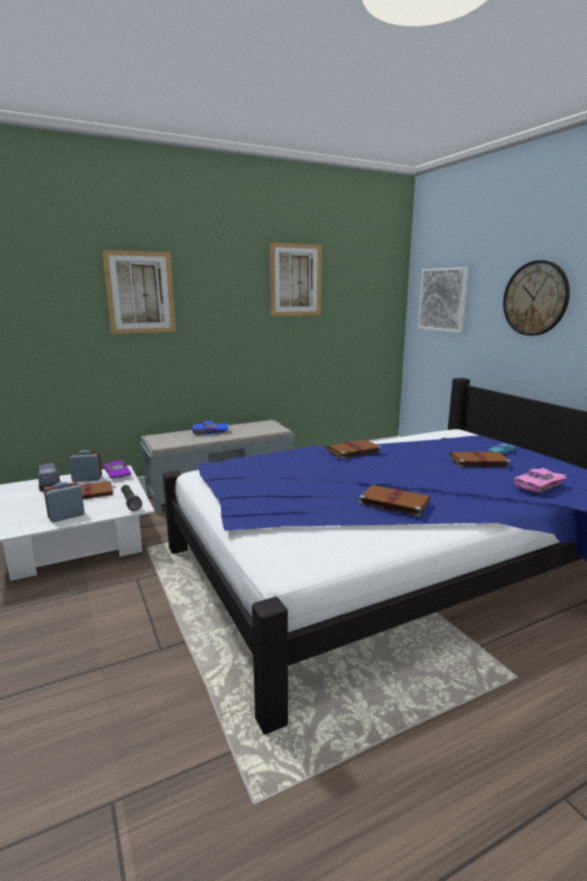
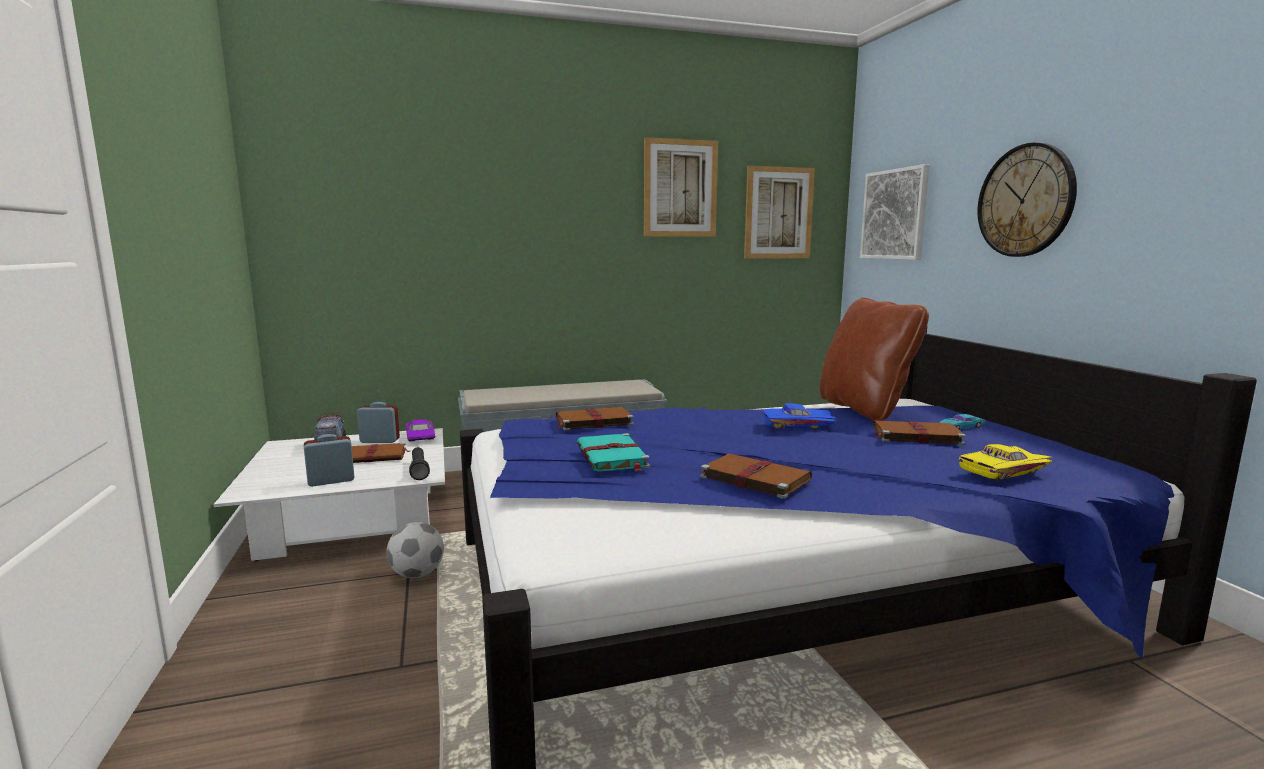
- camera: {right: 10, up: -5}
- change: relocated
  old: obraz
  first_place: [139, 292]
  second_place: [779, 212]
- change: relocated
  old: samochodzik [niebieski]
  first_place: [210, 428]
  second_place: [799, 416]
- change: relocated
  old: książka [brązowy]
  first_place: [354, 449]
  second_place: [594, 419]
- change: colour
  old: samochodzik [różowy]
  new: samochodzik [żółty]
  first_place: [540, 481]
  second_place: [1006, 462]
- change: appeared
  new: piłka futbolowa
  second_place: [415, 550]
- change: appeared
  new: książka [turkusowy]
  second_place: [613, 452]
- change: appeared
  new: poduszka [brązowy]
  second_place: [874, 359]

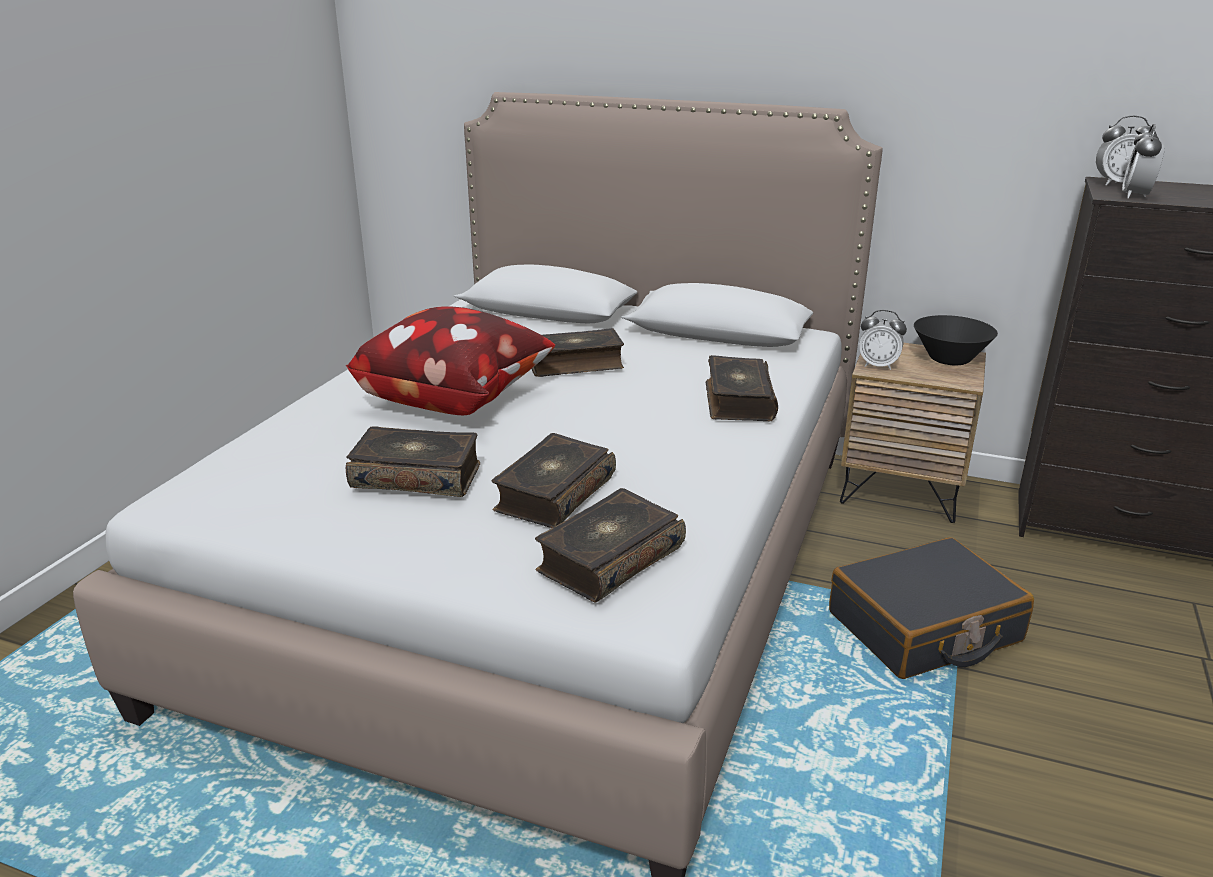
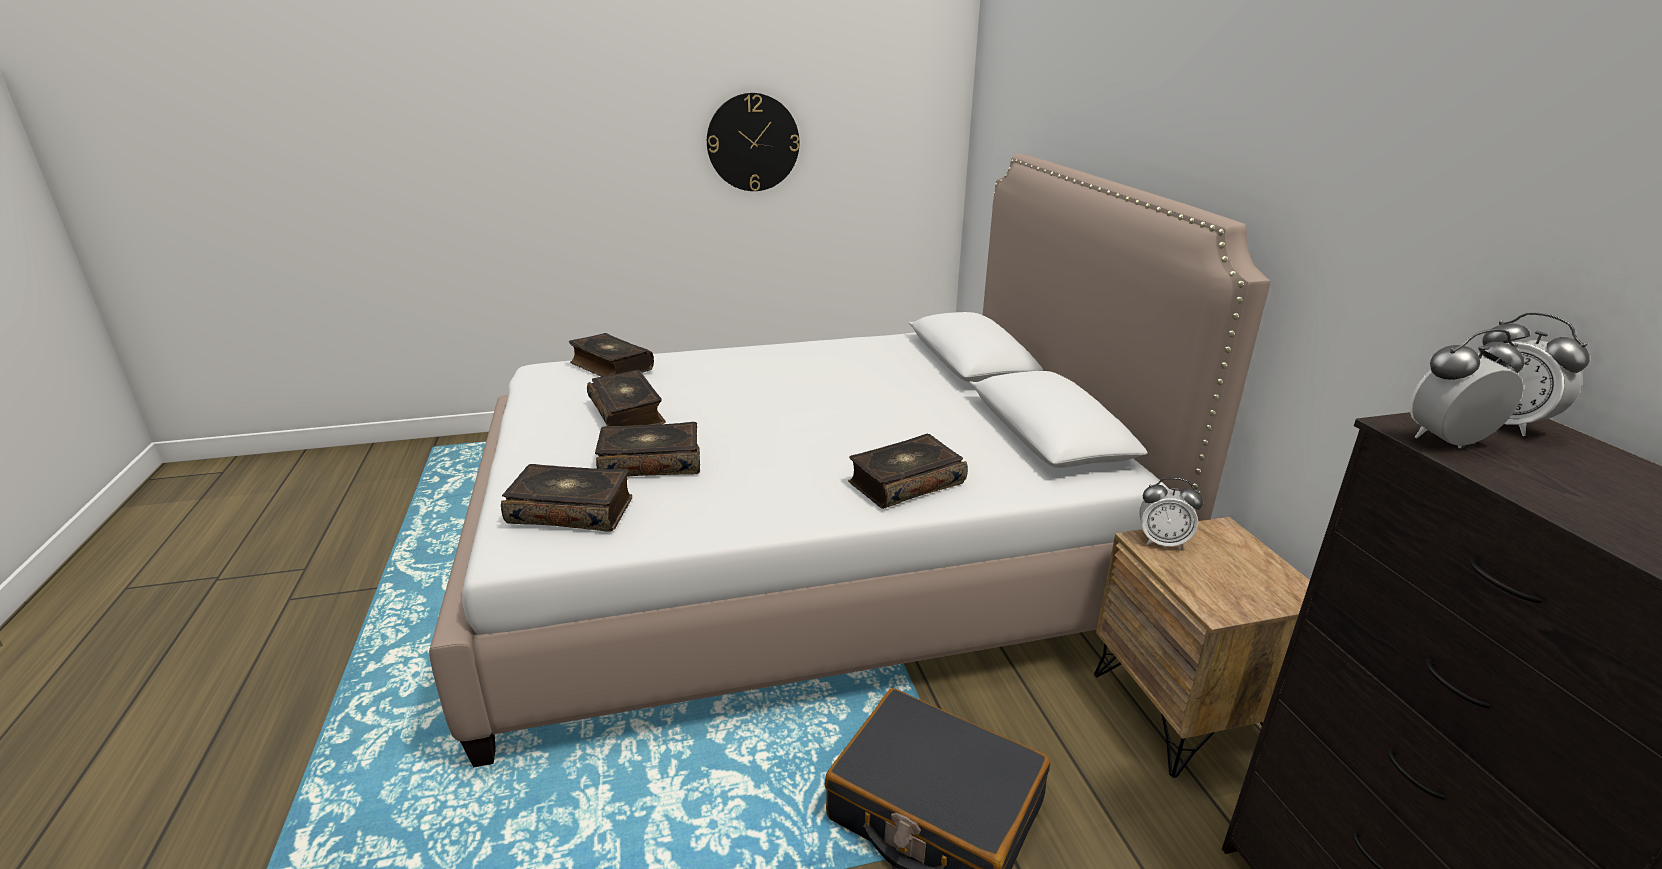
- camera: {right: 55, up: 0}
- change: missing
  old: poduszka
  first_place: [450, 360]
- change: relocated
  old: książka
  first_place: [578, 352]
  second_place: [611, 355]
- change: spun
  old: budzik
  first_place: [883, 340]
  second_place: [1171, 514]
  degrees: -60
- change: missing
  old: miska [czarny]
  first_place: [956, 340]
- change: appeared
  new: zegar ścienny
  second_place: [753, 142]

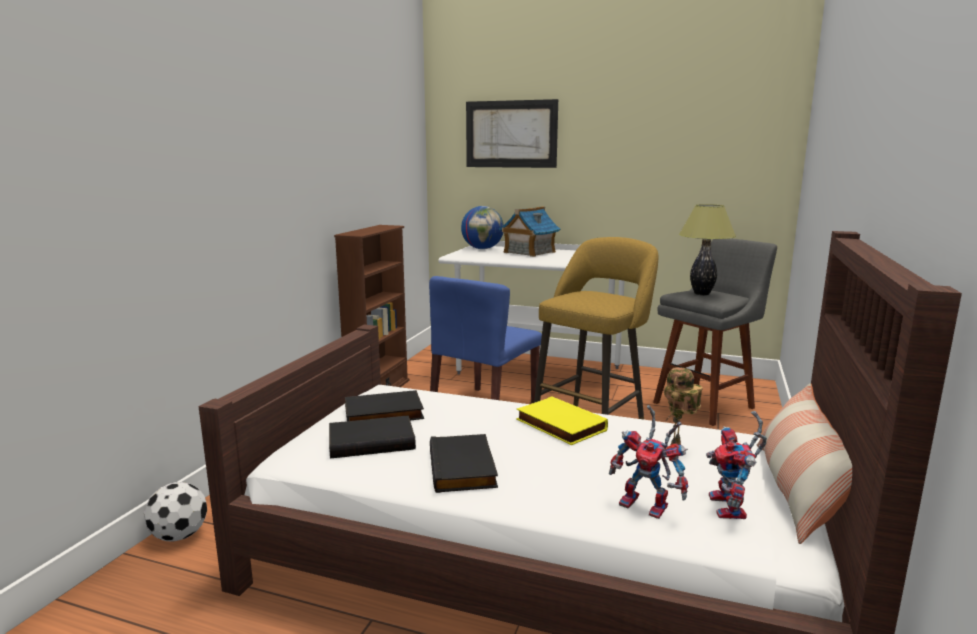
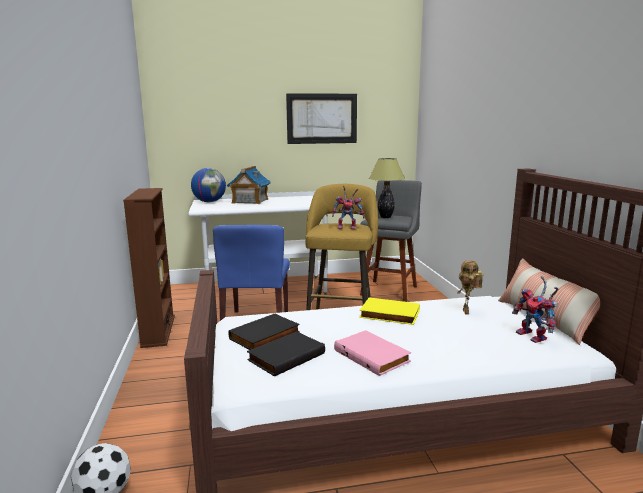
- camera: {right: -30, up: 0}
- change: colour
  old: książka [czarny]
  new: książka [różowy]
  first_place: [464, 463]
  second_place: [372, 353]
- change: relocated
  old: obraz
  first_place: [512, 133]
  second_place: [321, 118]
- change: relocated
  old: robot zabawkowy
  first_place: [649, 462]
  second_place: [348, 207]

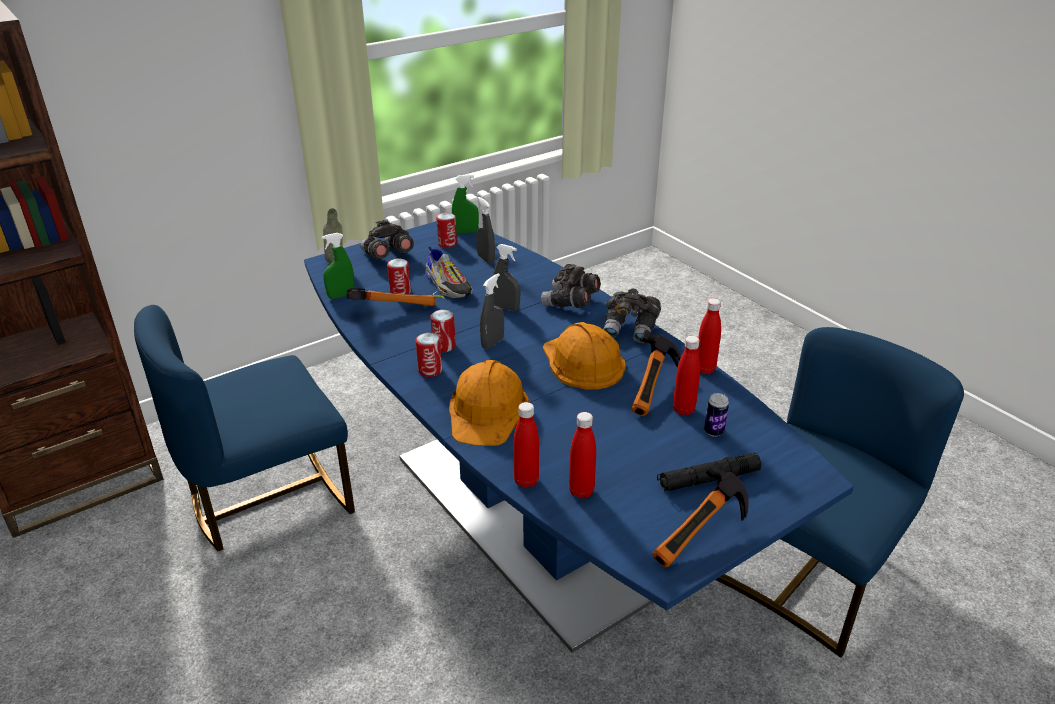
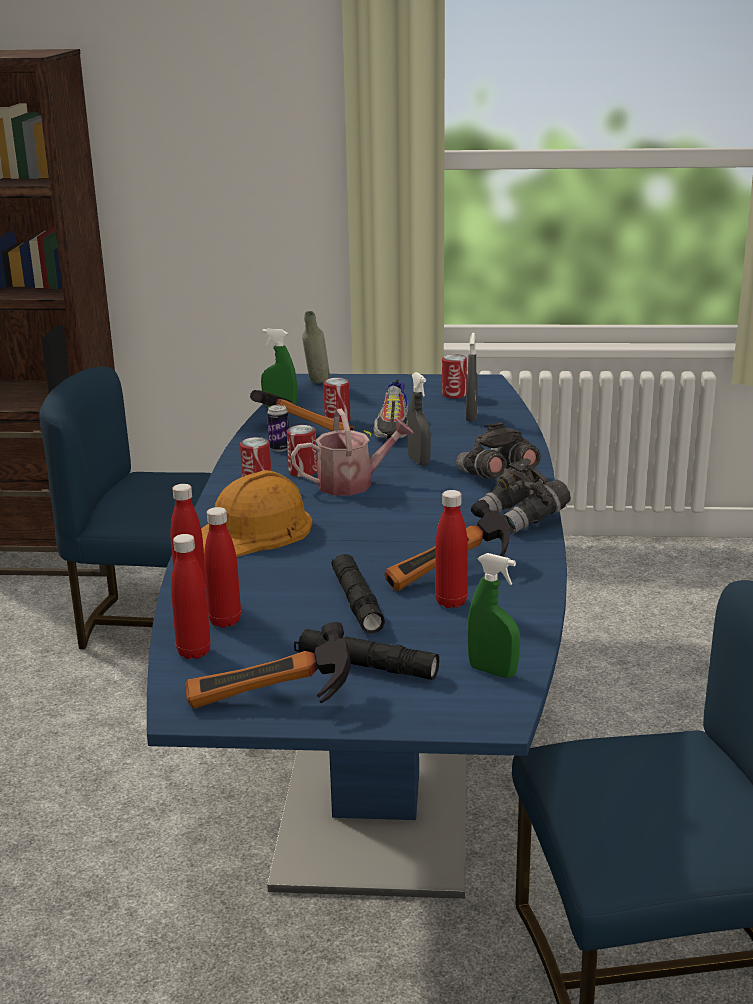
- camera: {right: 40, up: -10}
- change: missing
  old: lornetka [szary]
  first_place: [387, 239]
- change: relocated
  old: spryskiwacz [zielony]
  first_place: [465, 204]
  second_place: [493, 615]
- change: exchanged
  old: spryskiwacz [szary]
  new: konewka
  first_place: [492, 311]
  second_place: [352, 452]
- change: missing
  old: kask [pomarańczowy]
  first_place: [584, 356]
- change: relocated
  old: butelka [czerwony]
  first_place: [709, 336]
  second_place: [191, 596]
- change: relocated
  old: puszka
  first_place: [716, 415]
  second_place: [278, 428]
- change: appeared
  new: latarka [czarny]
  second_place: [358, 594]

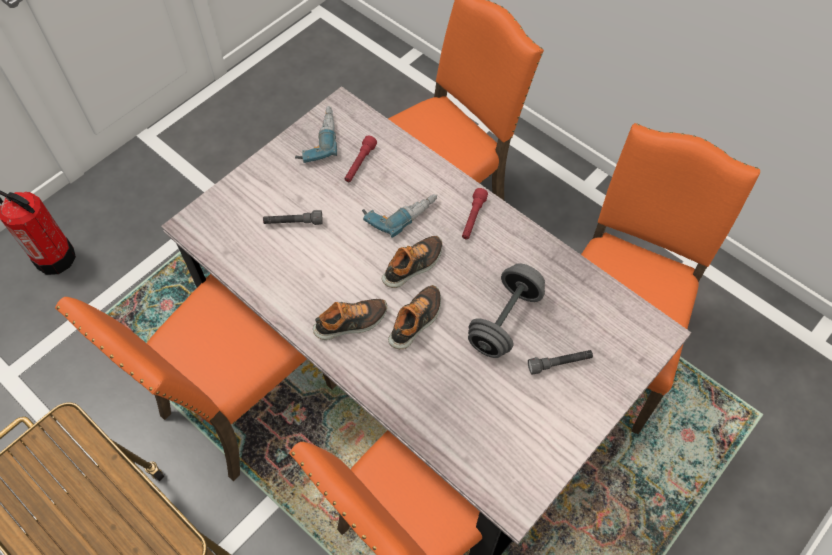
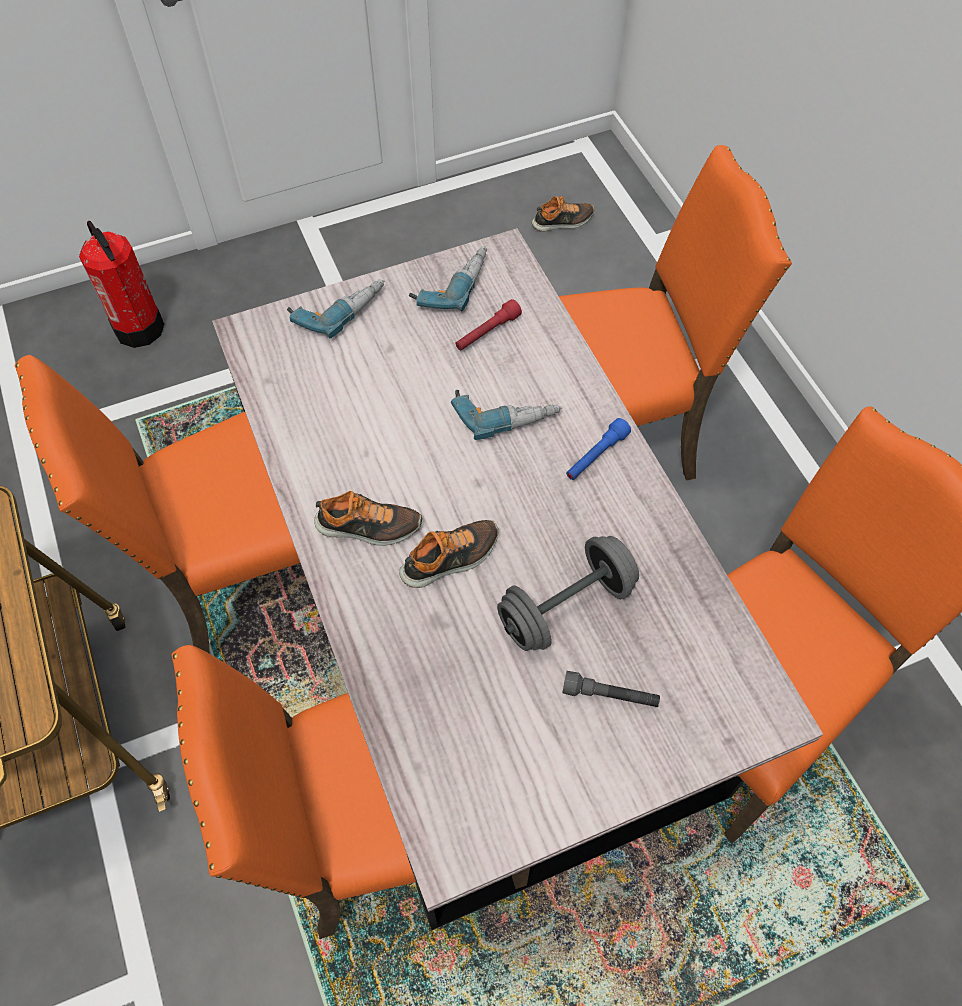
- camera: {right: 25, up: 0}
- change: missing
  old: latarka [szary]
  first_place: [293, 217]
- change: relocated
  old: but
  first_place: [412, 262]
  second_place: [563, 214]
- change: colour
  old: latarka [czerwony]
  new: latarka [niebieski]
  first_place: [475, 213]
  second_place: [598, 449]
- change: appeared
  new: wiertarka
  second_place: [335, 309]

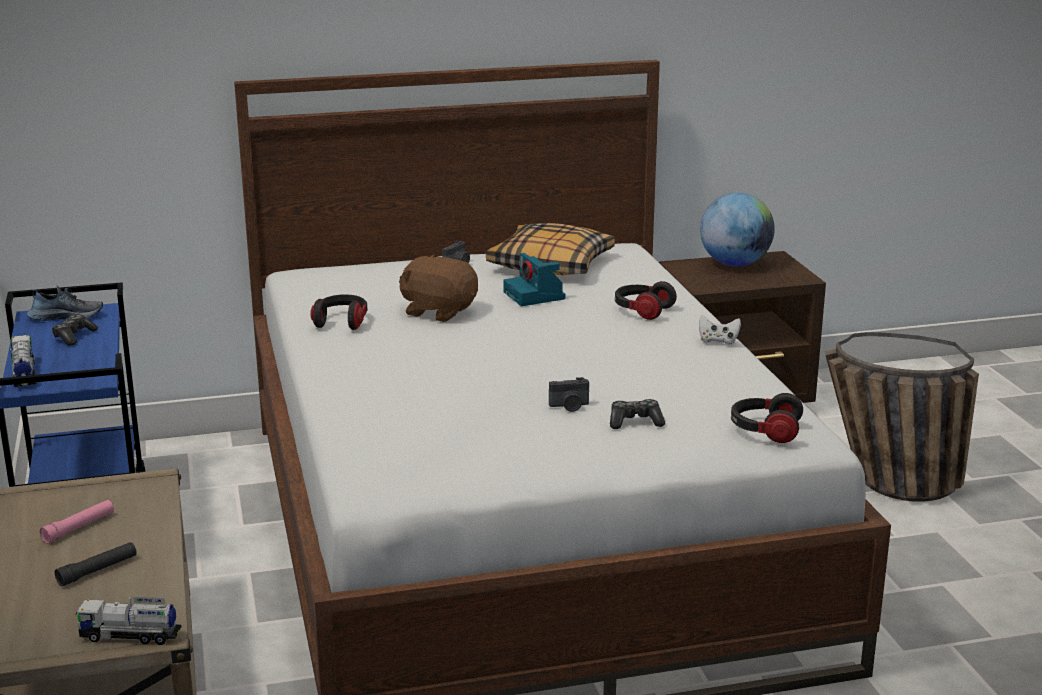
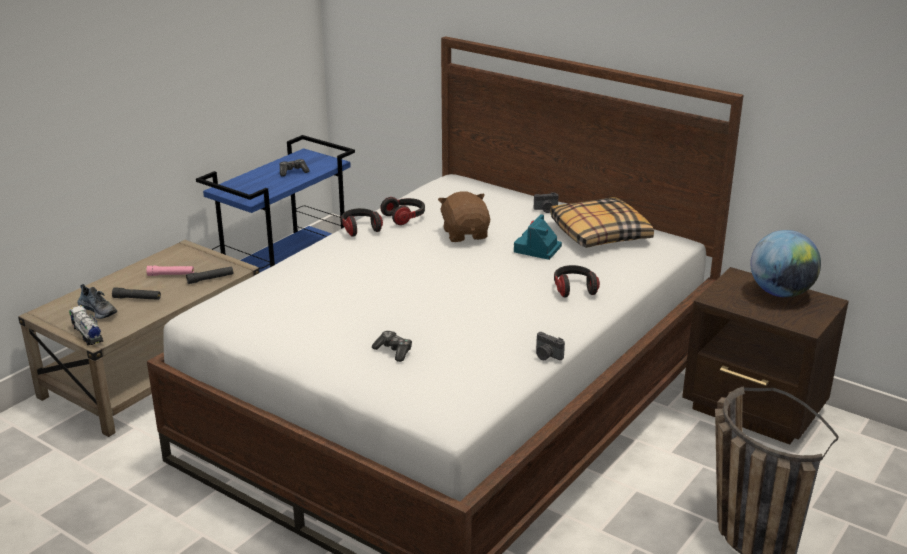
- camera: {right: 50, up: 5}
- change: missing
  old: ciężarówka zabawkowa
  first_place: [23, 361]
- change: relocated
  old: but
  first_place: [65, 303]
  second_place: [97, 301]
- change: relocated
  old: aparat fotograficzny
  first_place: [569, 394]
  second_place: [550, 346]
- change: missing
  old: pad do gier [biały]
  first_place: [720, 329]
- change: relocated
  old: słuchawki
  first_place: [767, 418]
  second_place: [362, 222]
- change: appeared
  new: latarka [czarny]
  second_place: [209, 275]

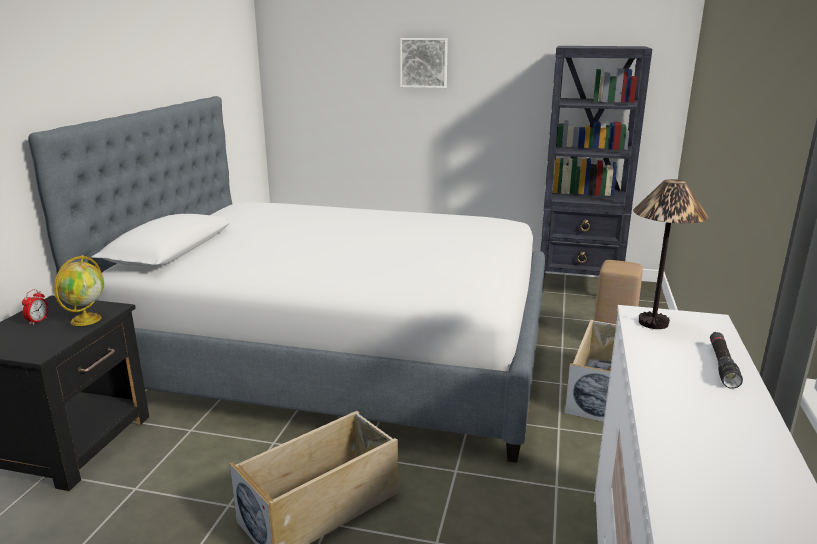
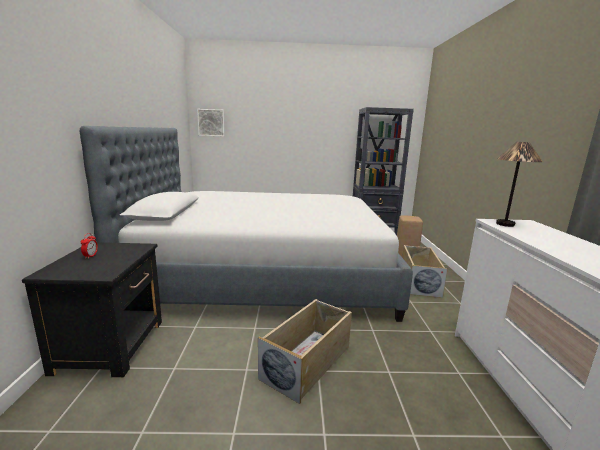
- camera: {right: -15, up: -5}
- change: missing
  old: globus
  first_place: [79, 290]
- change: relocated
  old: obraz
  first_place: [424, 63]
  second_place: [211, 122]
- change: missing
  old: latarka [czarny]
  first_place: [726, 360]

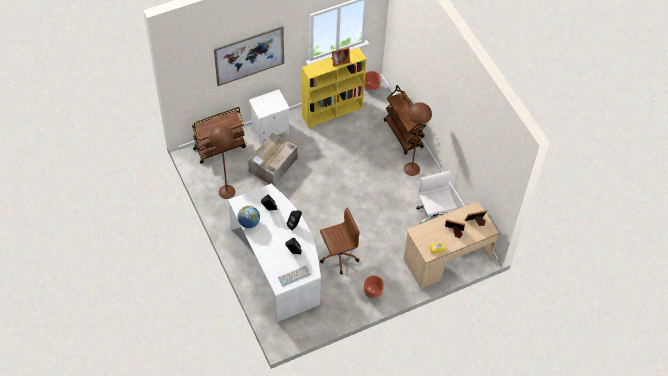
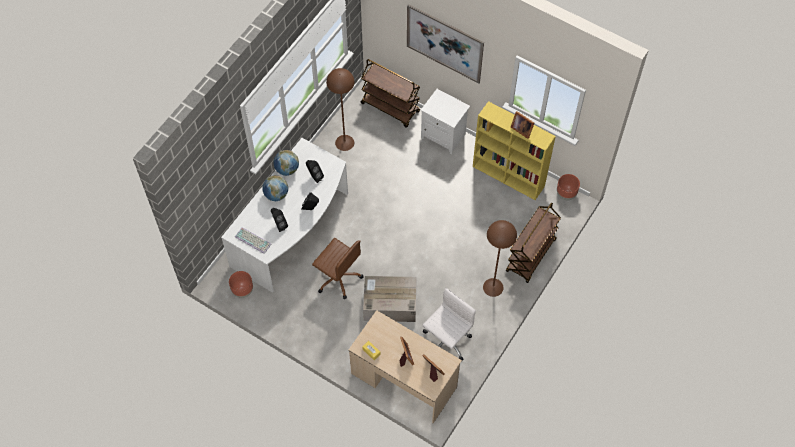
- camera: {right: 60, up: 5}
- change: relocated
  old: karton
  first_place: [272, 159]
  second_place: [390, 299]
- change: relocated
  old: donica [brązowy]
  first_place: [374, 288]
  second_place: [241, 284]
- change: appeared
  new: globus
  second_place: [275, 188]

